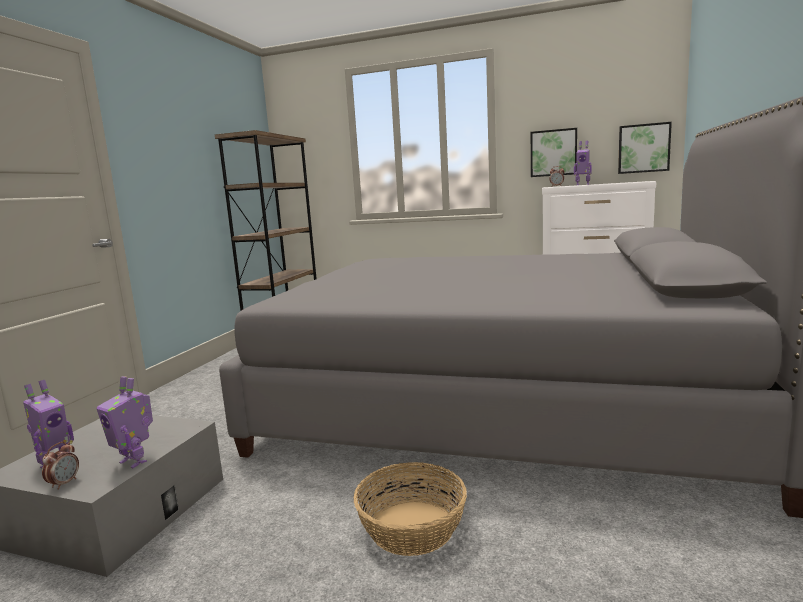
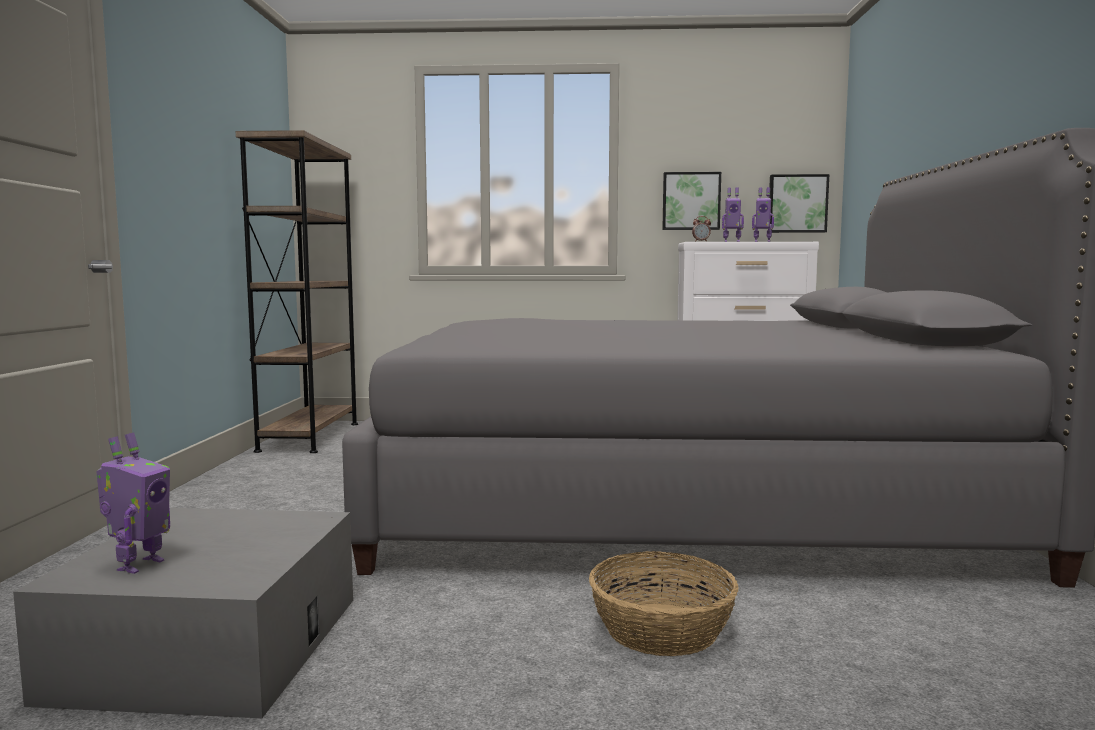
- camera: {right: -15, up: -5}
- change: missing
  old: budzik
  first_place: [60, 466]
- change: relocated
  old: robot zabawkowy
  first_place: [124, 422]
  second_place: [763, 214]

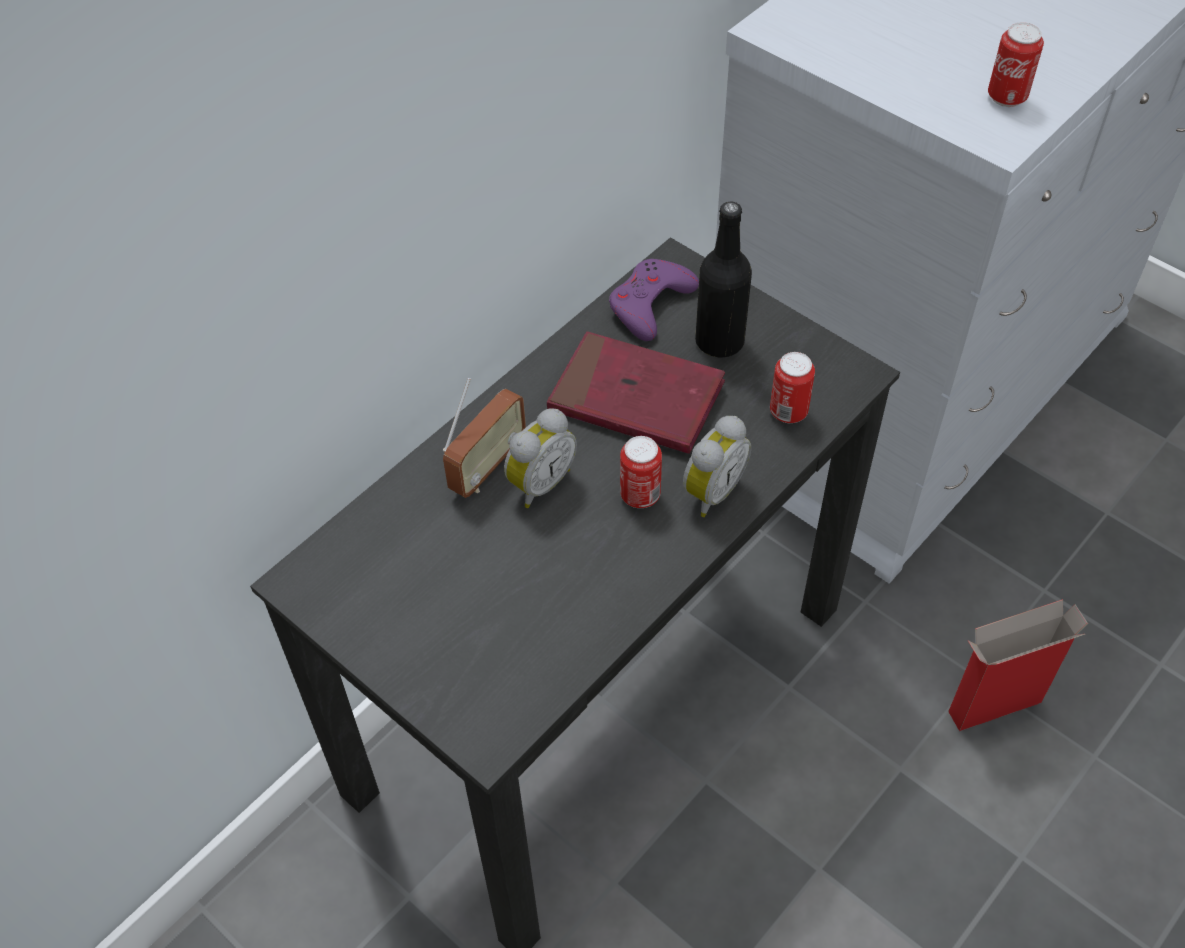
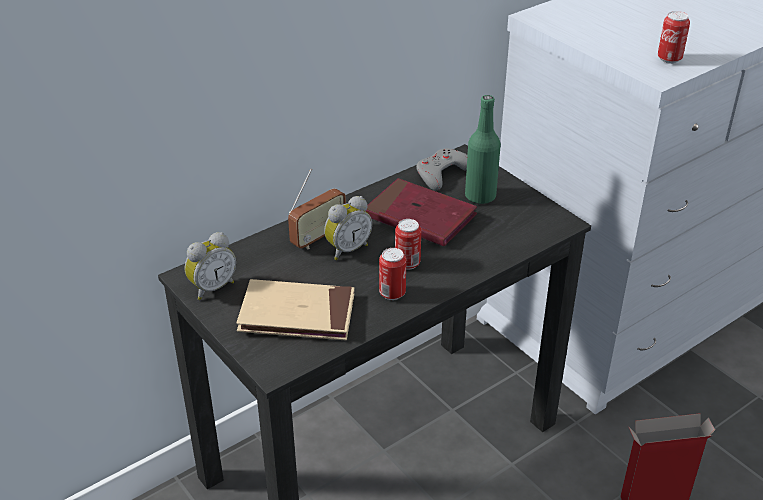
- camera: {right: 10, up: -15}
- change: colour
  old: pad do gier [fioletowy]
  new: pad do gier [szary]
  first_place: [654, 300]
  second_place: [441, 169]
- change: relocated
  old: budzik
  first_place: [717, 466]
  second_place: [210, 266]
- change: colour
  old: butelka [czarny]
  new: butelka [zielony]
  first_place: [723, 279]
  second_place: [483, 149]
- change: relocated
  old: puszka
  first_place: [792, 387]
  second_place: [392, 274]
- change: appeared
  new: książka [beżowy]
  second_place: [295, 310]

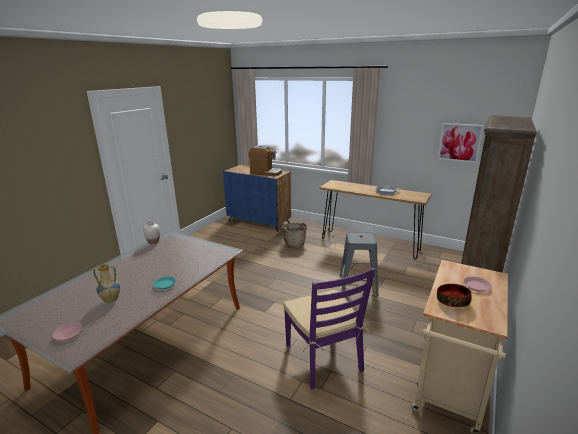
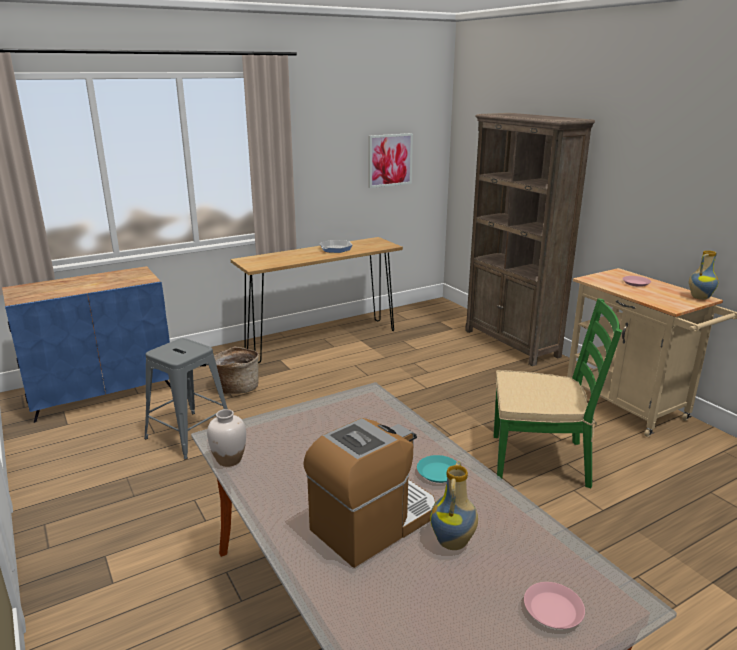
- camera: {right: -60, up: 0}
- change: relocated
  old: ekspres do kawy
  first_place: [265, 160]
  second_place: [369, 493]
- change: colour
  old: krzesło [fioletowy]
  new: krzesło [zielony]
  first_place: [329, 328]
  second_place: [558, 393]
- change: relocated
  old: stołek [szary]
  first_place: [359, 264]
  second_place: [186, 398]
- change: missing
  old: miska
  first_place: [454, 295]
- change: appeared
  new: wazon
  second_place: [704, 275]

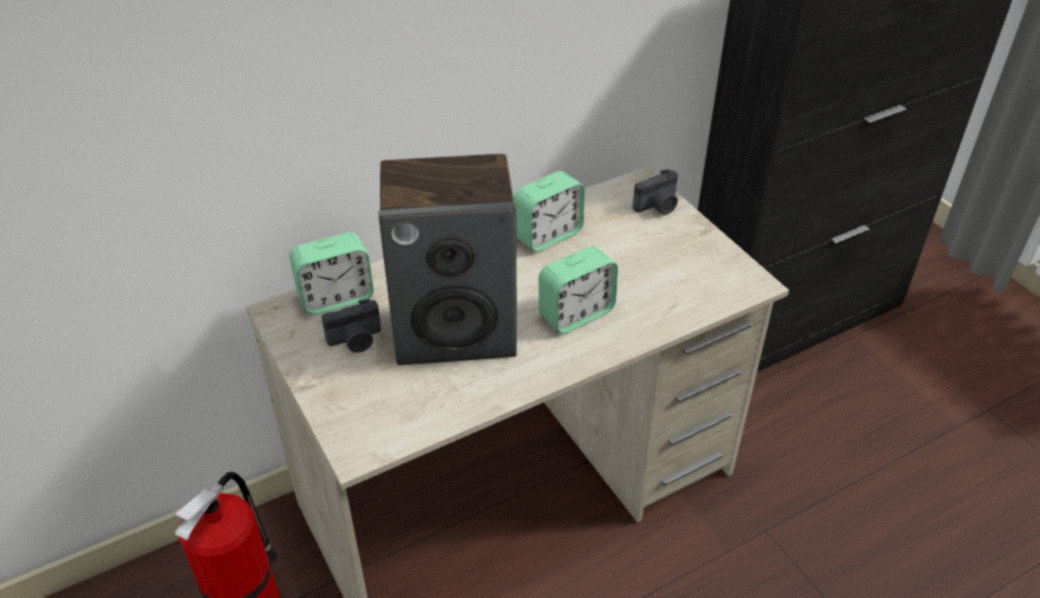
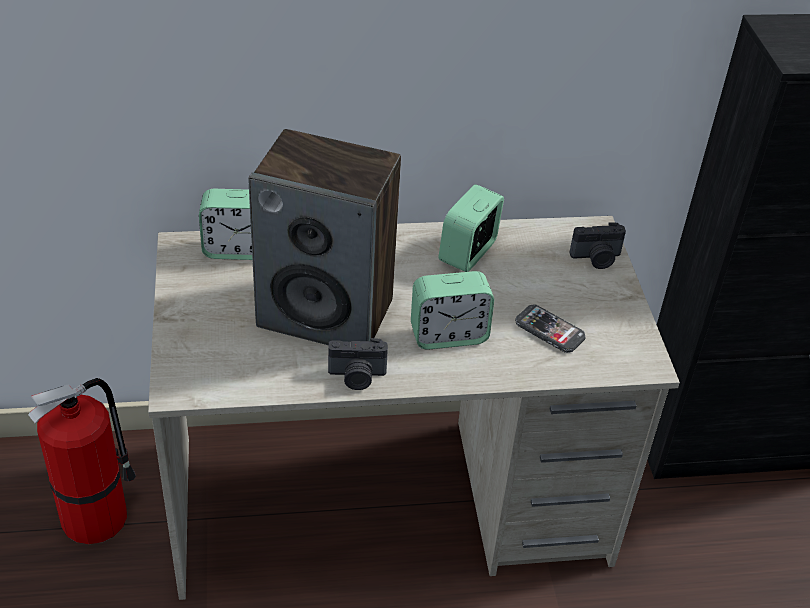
- camera: {right: 20, up: 0}
- change: relocated
  old: aparat fotograficzny
  first_place: [351, 326]
  second_place: [358, 364]
- change: spun
  old: budzik
  first_place: [549, 211]
  second_place: [471, 228]
  degrees: 135
- change: appeared
  new: telefon
  second_place: [550, 329]

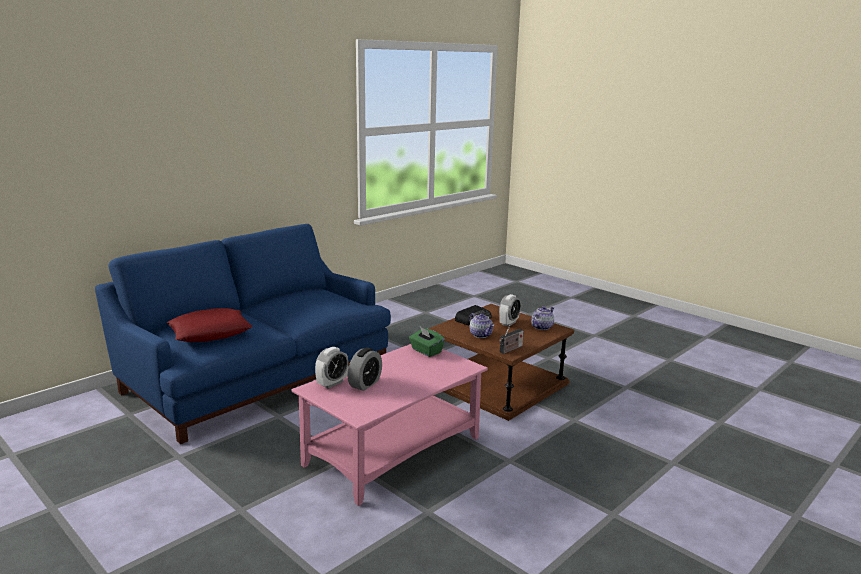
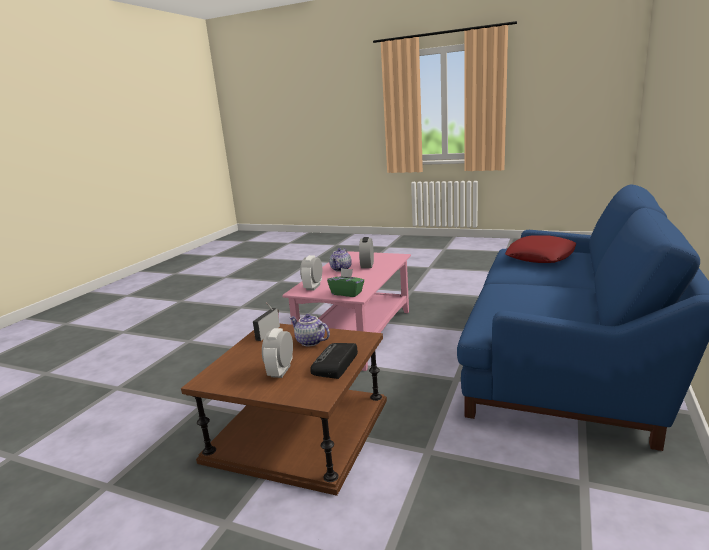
- camera: {right: 160, up: 0}
- change: relocated
  old: budzik
  first_place: [331, 368]
  second_place: [311, 272]
- change: relocated
  old: imbryk
  first_place: [542, 318]
  second_place: [340, 260]

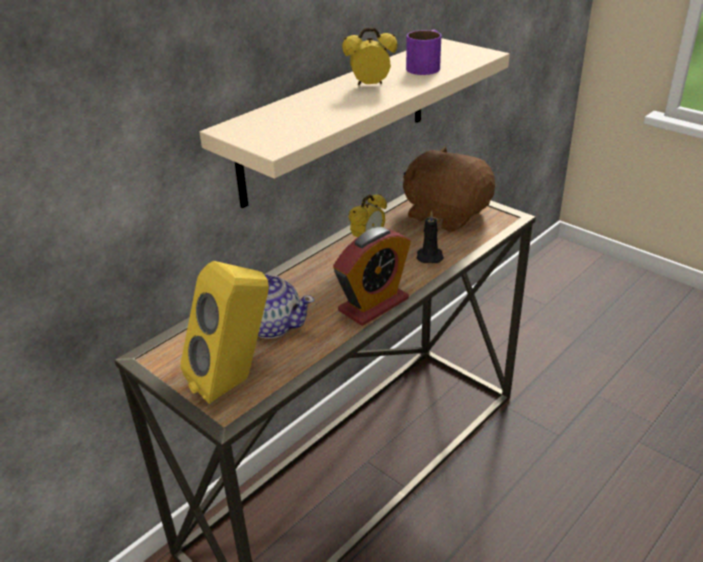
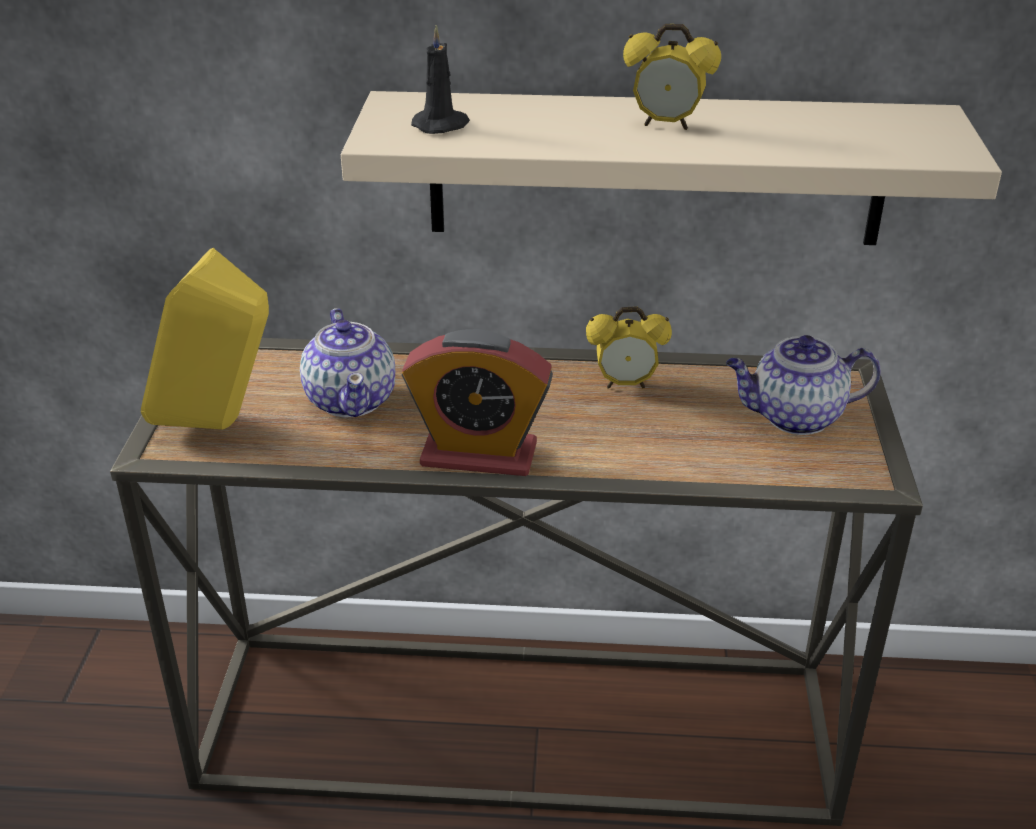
- camera: {right: 50, up: 0}
- change: spun
  old: budzik
  first_place: [370, 56]
  second_place: [672, 77]
  degrees: 150
- change: exchanged
  old: pluszak [brązowy]
  new: imbryk
  first_place: [449, 189]
  second_place: [803, 385]
- change: missing
  old: kubek [fioletowy]
  first_place: [423, 52]
- change: relocated
  old: świeca [czarny]
  first_place: [430, 236]
  second_place: [440, 79]

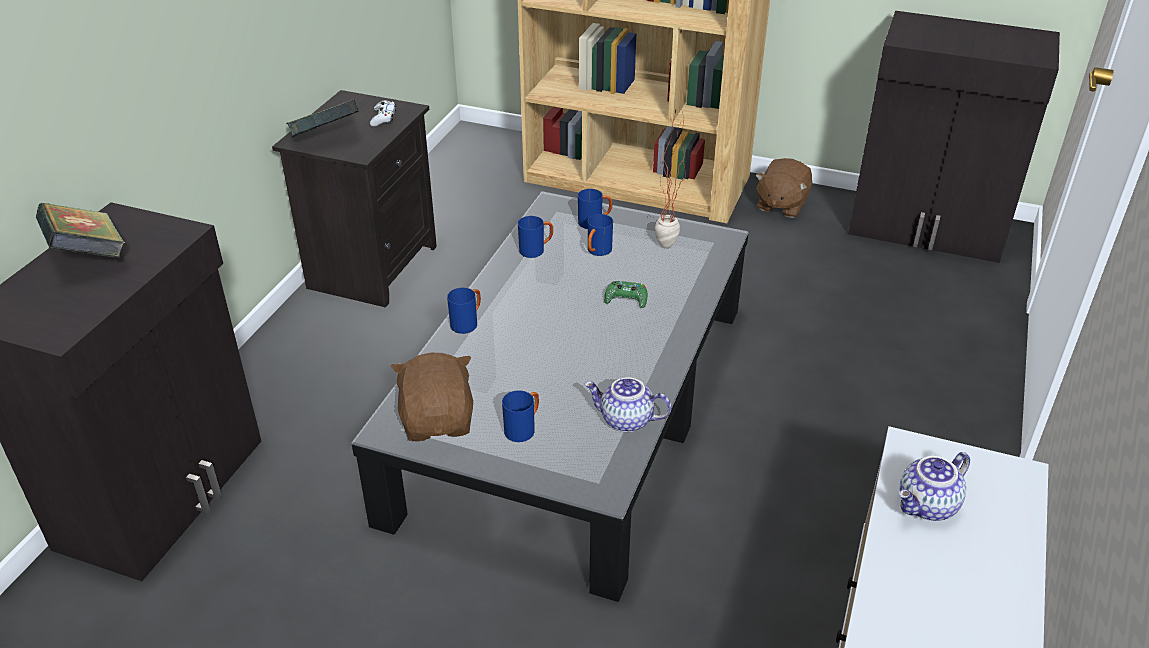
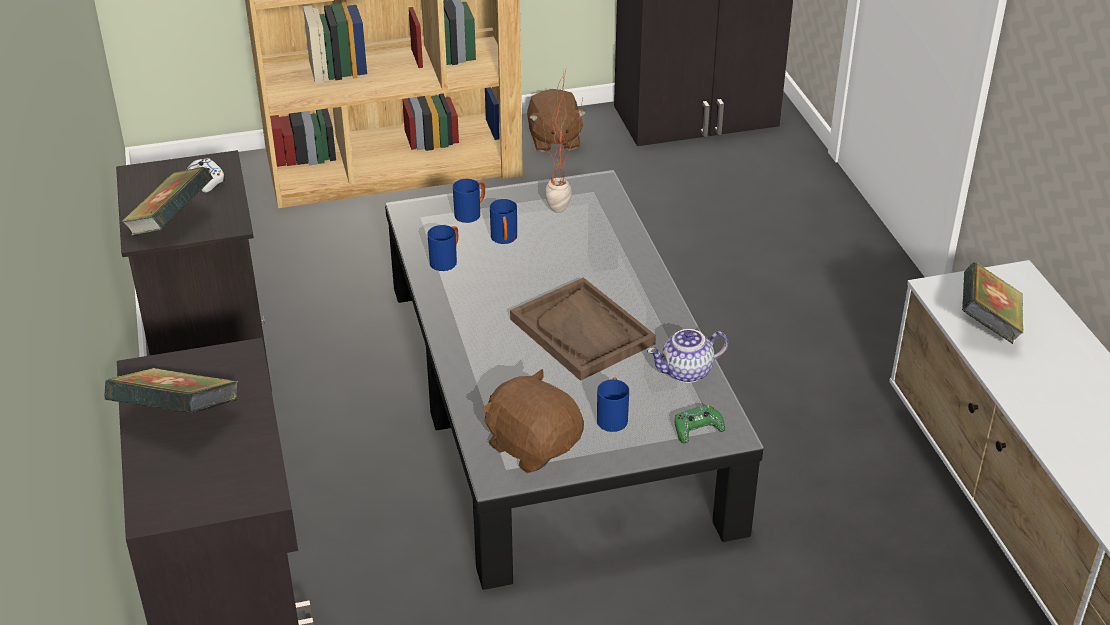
- camera: {right: -35, up: 0}
- change: missing
  old: kubek [niebieski]
  first_place: [464, 311]
- change: relocated
  old: pad do gier [zielony]
  first_place: [625, 294]
  second_place: [700, 424]
- change: exchanged
  old: imbryk
  new: książka
  first_place: [934, 486]
  second_place: [993, 303]
- change: appeared
  new: taca [brązowy]
  second_place: [583, 329]

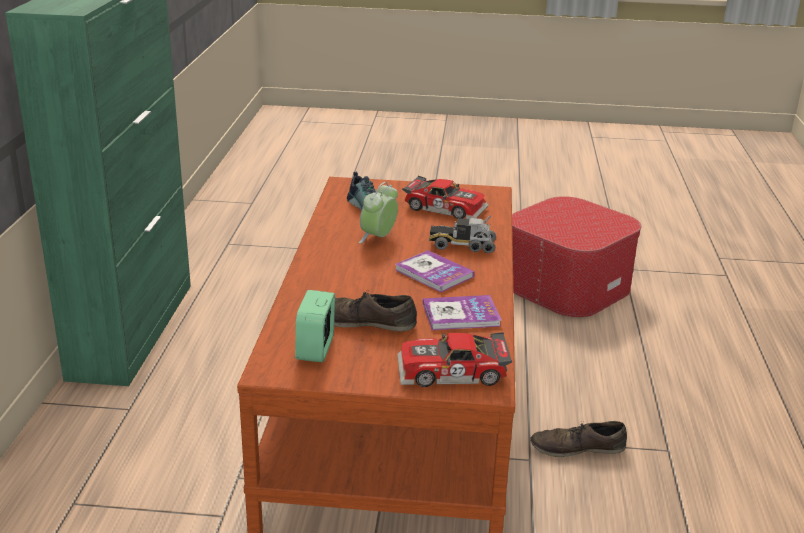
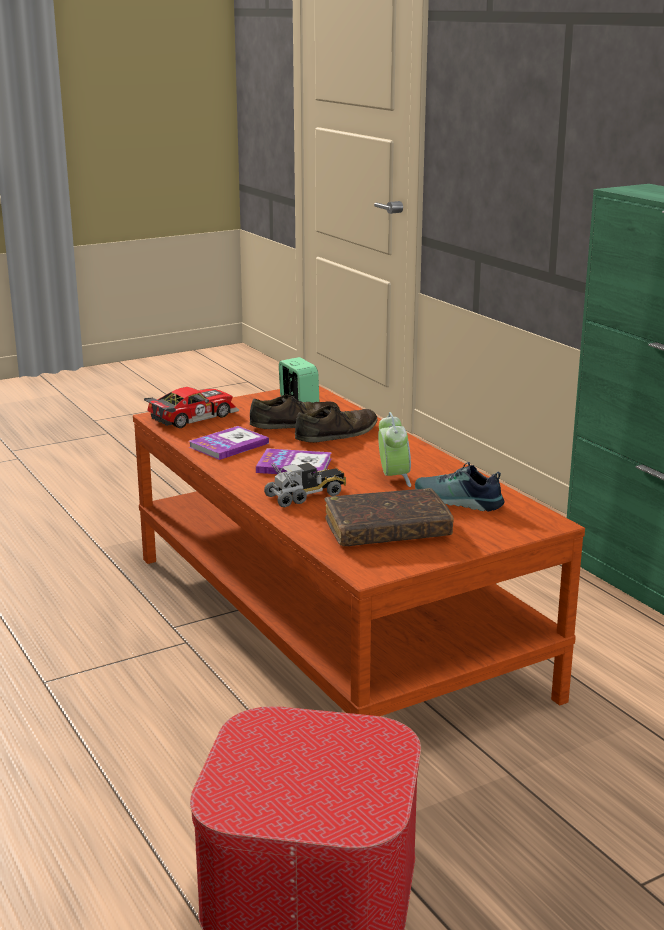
- camera: {right: 145, up: -5}
- change: exchanged
  old: samochodzik
  new: książka [brązowy]
  first_place: [445, 197]
  second_place: [389, 517]
- change: relocated
  old: but [brązowy]
  first_place: [578, 439]
  second_place: [336, 424]

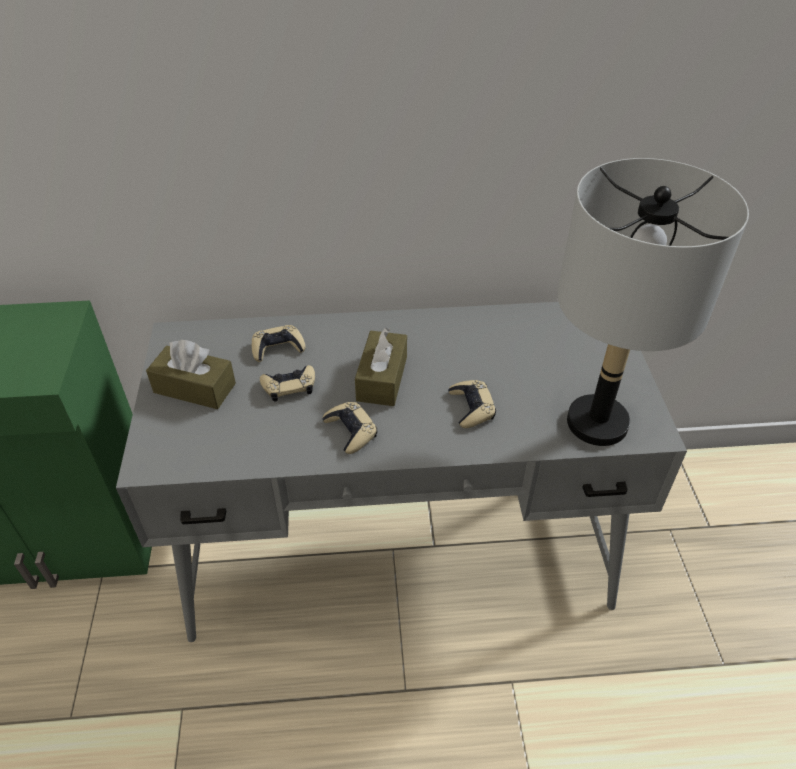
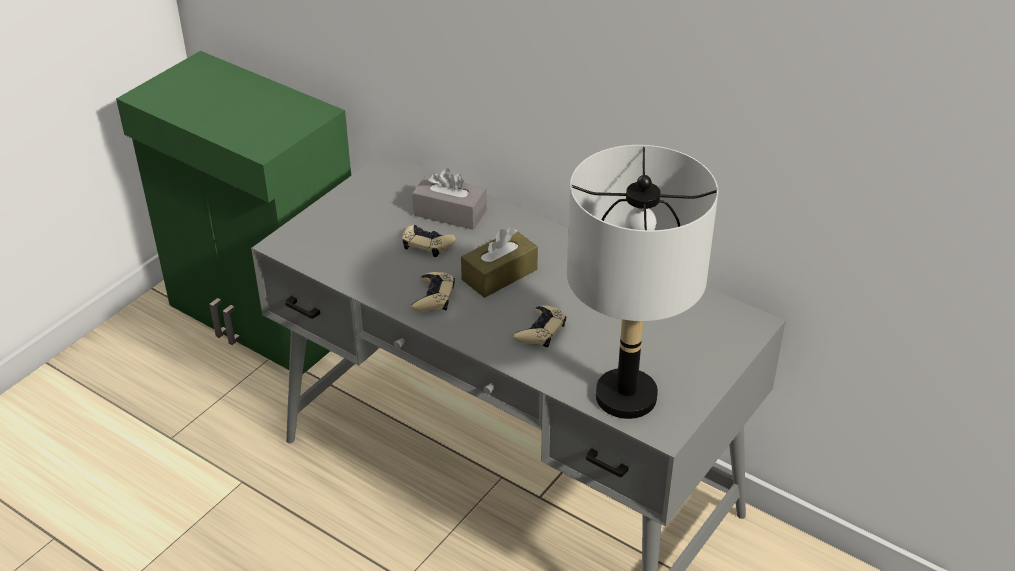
- camera: {right: 40, up: -5}
- change: missing
  old: pudełko chusteczek [brązowy]
  first_place: [191, 374]
- change: exchanged
  old: pad do gier [beżowy]
  new: pudełko chusteczek [szary]
  first_place: [279, 343]
  second_place: [449, 199]

